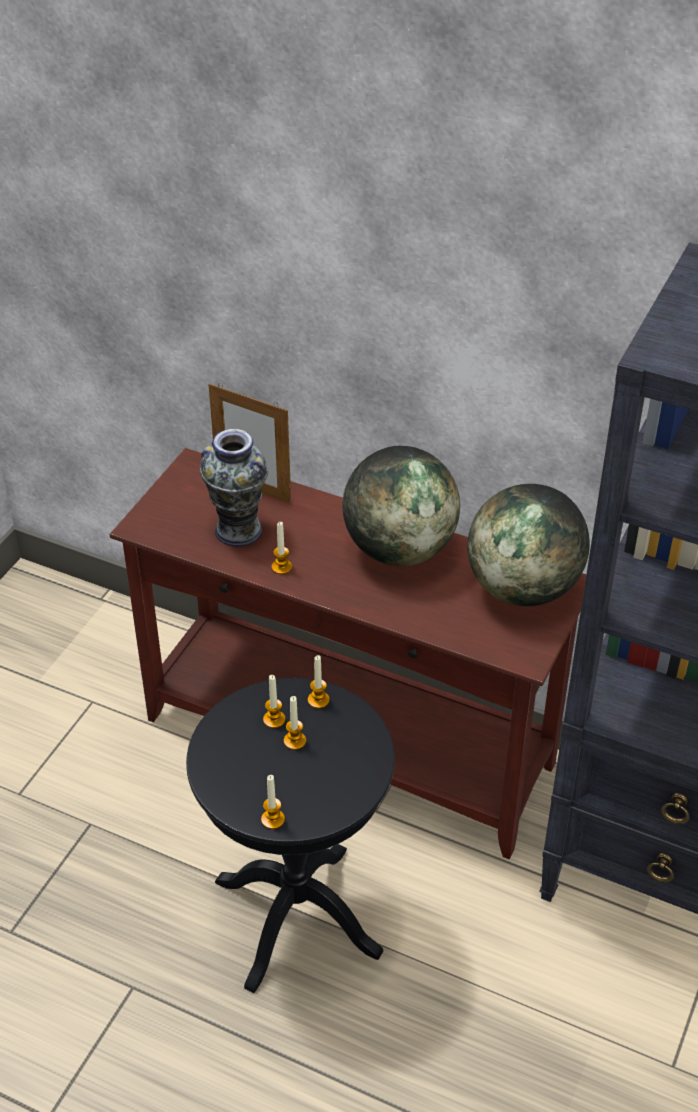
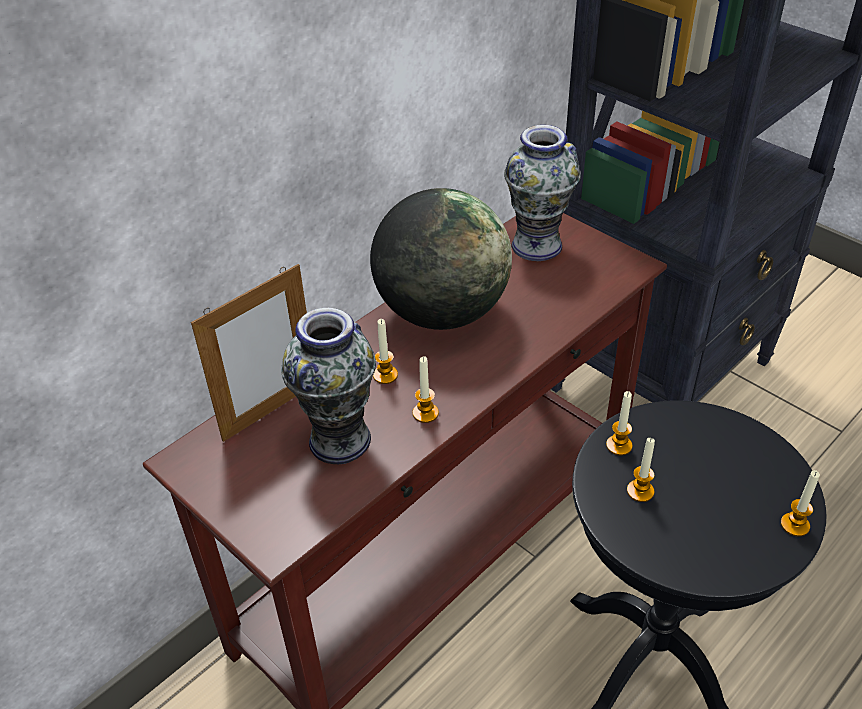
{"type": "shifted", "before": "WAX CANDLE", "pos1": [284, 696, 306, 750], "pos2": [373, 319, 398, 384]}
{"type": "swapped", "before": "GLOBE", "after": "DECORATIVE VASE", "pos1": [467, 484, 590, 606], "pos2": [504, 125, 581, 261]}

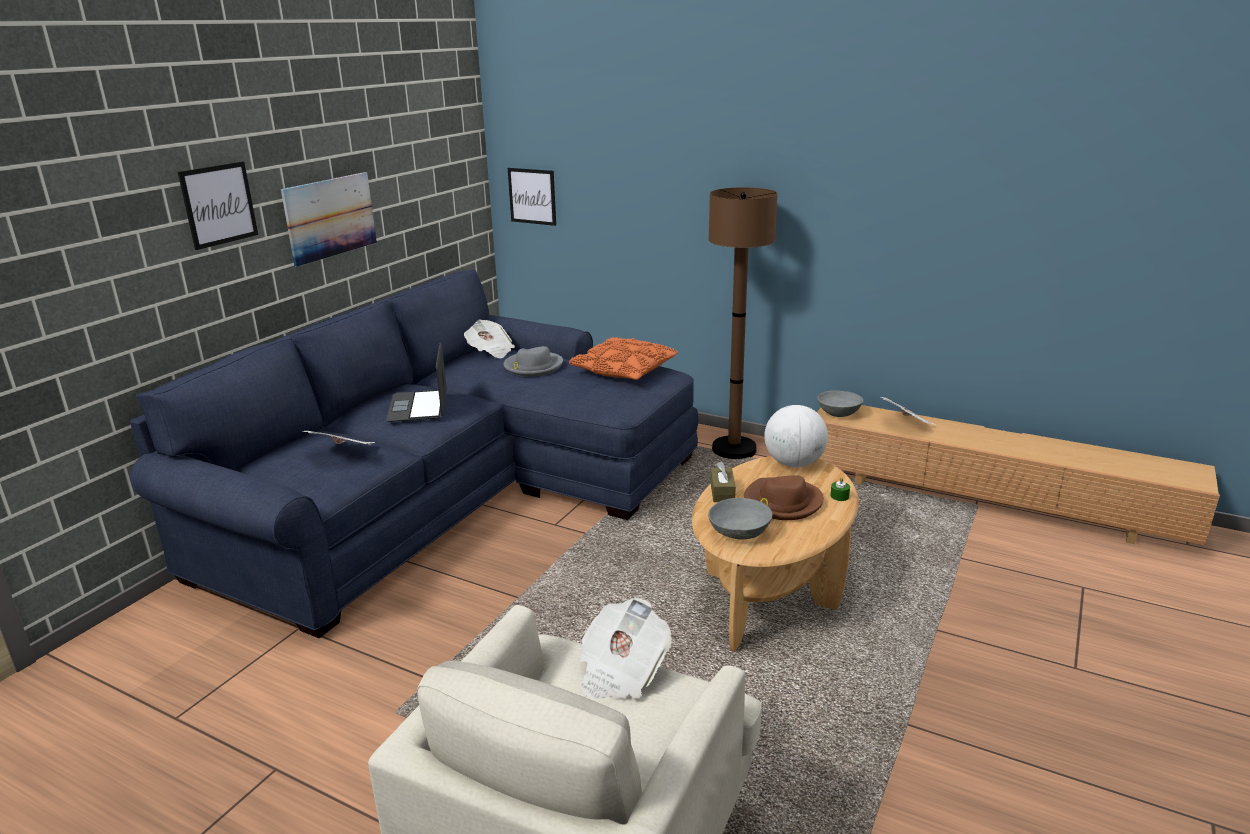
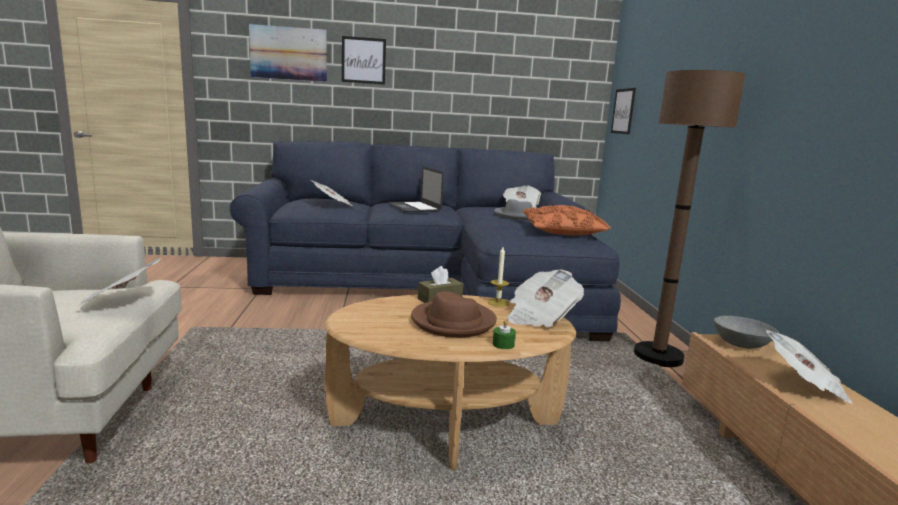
{"type": "shifted", "before": "WALL ART", "pos1": [281, 172, 377, 267], "pos2": [249, 24, 327, 82]}
{"type": "rotated", "before": "LAPTOP", "pos1": [386, 343, 447, 422], "pos2": [389, 167, 444, 212], "turn": -75}
{"type": "gone", "before": "GRAY SERVING BOWL", "pos1": [708, 498, 772, 539]}
{"type": "swapped", "before": "GLOBE", "after": "DAILY PAPER", "pos1": [764, 405, 828, 467], "pos2": [507, 270, 584, 327]}
{"type": "new", "after": "WAX CANDLE", "pos2": [488, 247, 509, 307]}

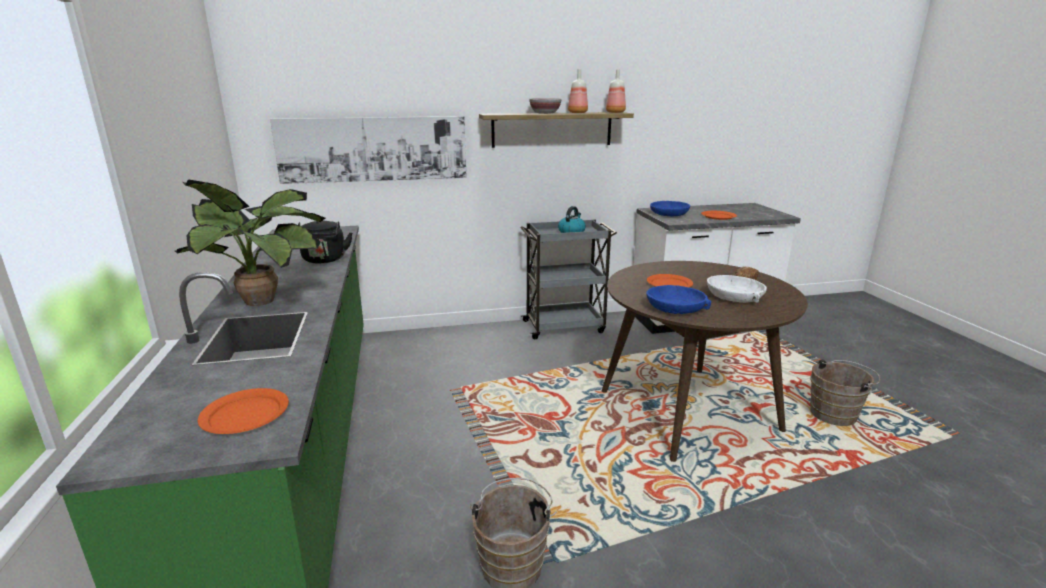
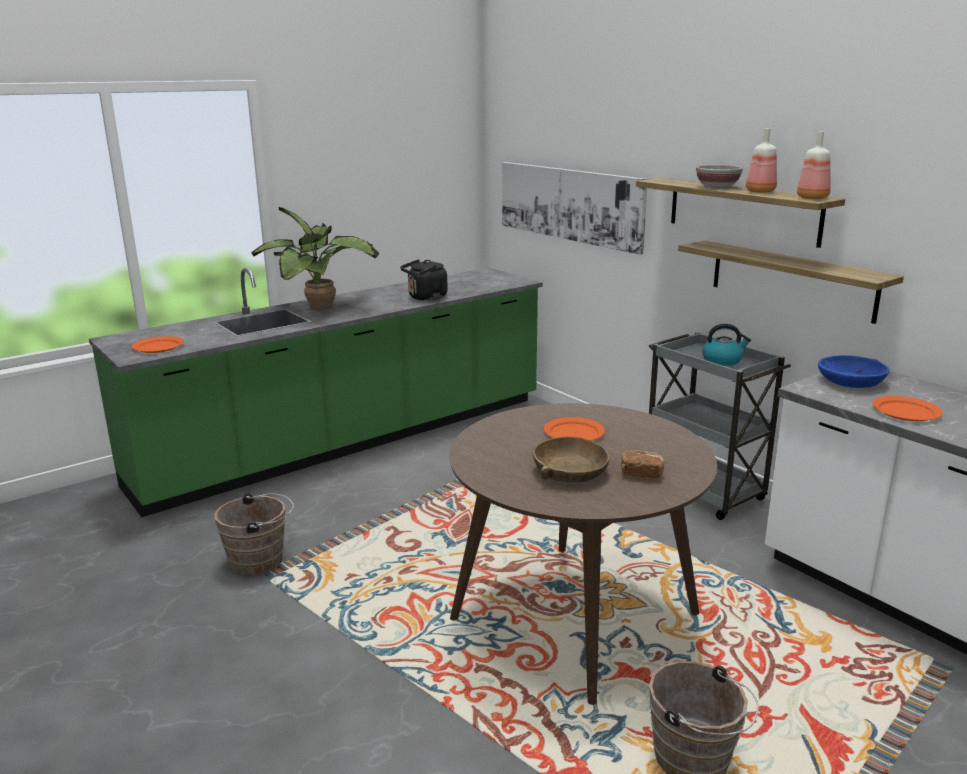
{"type": "gone", "before": "BLUE-COLOURED SERVING BOWL", "pos1": [646, 285, 711, 314]}
{"type": "repainted", "before": "WHITISH SERVING BOWL", "after": "BROWNISH SERVING BOWL", "pos1": [707, 275, 767, 303], "pos2": [533, 437, 610, 482]}
{"type": "new", "after": "SHELF", "pos2": [678, 240, 904, 324]}

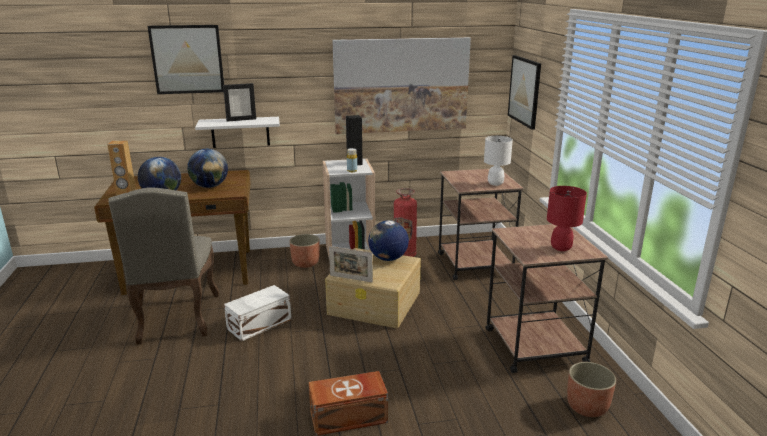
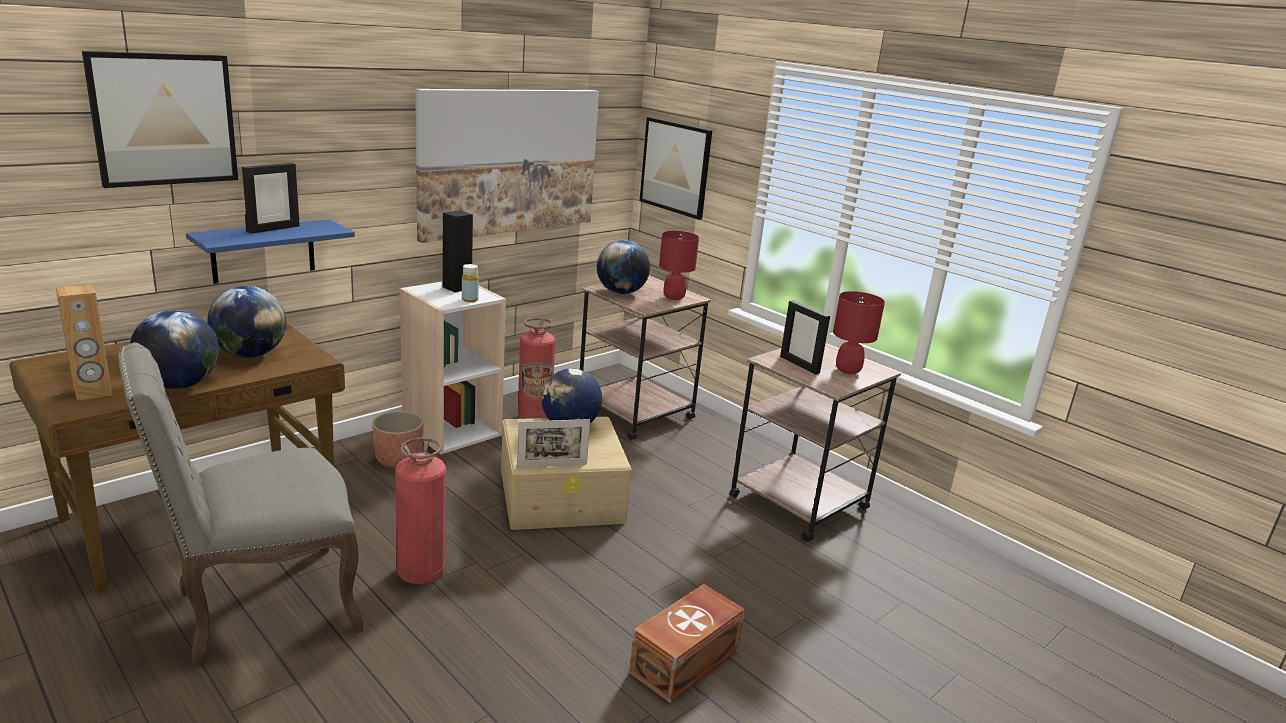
{"type": "rotated", "before": "GRAY PLAIN CHAIR", "pos1": [108, 187, 219, 345], "pos2": [118, 342, 363, 666], "turn": 105}
{"type": "repainted", "before": "WHITISH SHELF", "after": "BLUE-COLOURED SHELF", "pos1": [195, 117, 280, 148], "pos2": [186, 219, 355, 284]}
{"type": "swapped", "before": "WHITISH STORAGE BIN", "after": "FIRE EXTINGUISHER", "pos1": [224, 285, 291, 341], "pos2": [395, 438, 446, 584]}
{"type": "repainted", "before": "WHITISH LAMP FOR A TABLE", "after": "RED-COLOURED LAMP FOR A TABLE", "pos1": [484, 136, 513, 186], "pos2": [659, 231, 699, 300]}
{"type": "gone", "before": "FLOWER POT", "pos1": [567, 362, 616, 417]}
{"type": "new", "after": "GLOBE", "pos2": [597, 240, 650, 294]}
{"type": "new", "after": "PHOTO FRAME", "pos2": [780, 300, 830, 374]}

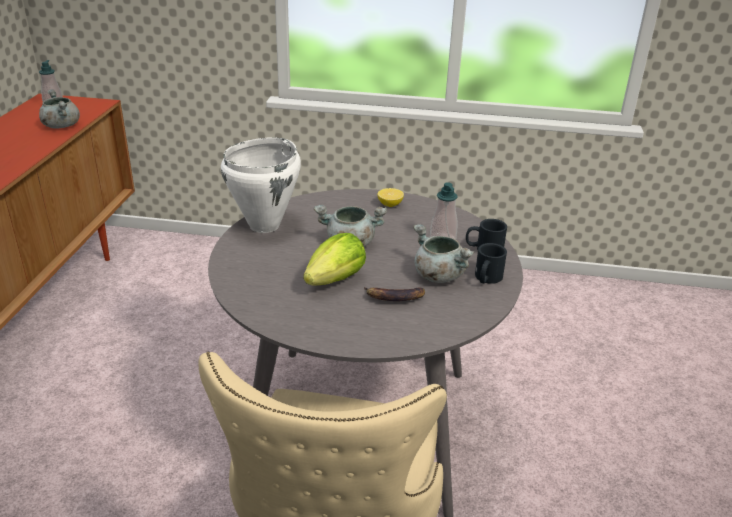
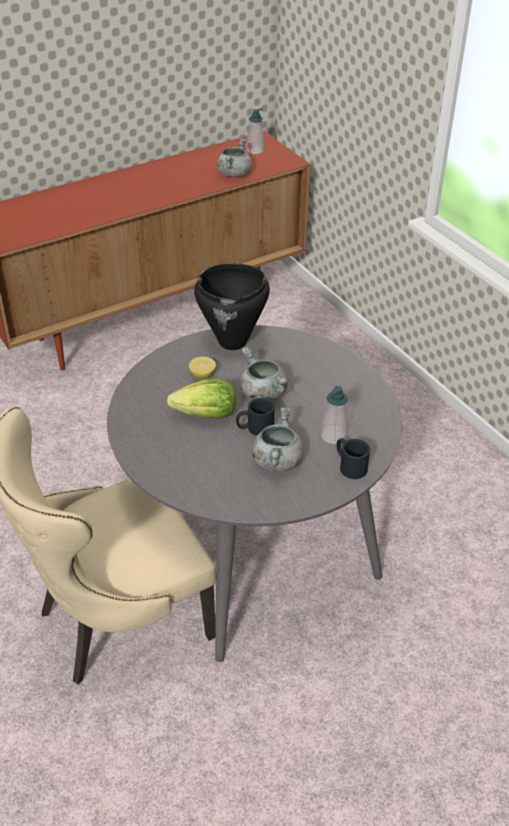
{"type": "repainted", "before": "WHITISH COOKING POT", "after": "BLACKISH COOKING POT", "pos1": [221, 137, 301, 233], "pos2": [194, 263, 270, 350]}
{"type": "gone", "before": "BANANA FRUIT", "pos1": [364, 287, 425, 301]}
{"type": "shifted", "before": "LEMON", "pos1": [378, 188, 404, 207], "pos2": [189, 357, 216, 378]}
{"type": "shifted", "before": "BLACKISH MUG", "pos1": [475, 243, 507, 284], "pos2": [236, 398, 275, 436]}

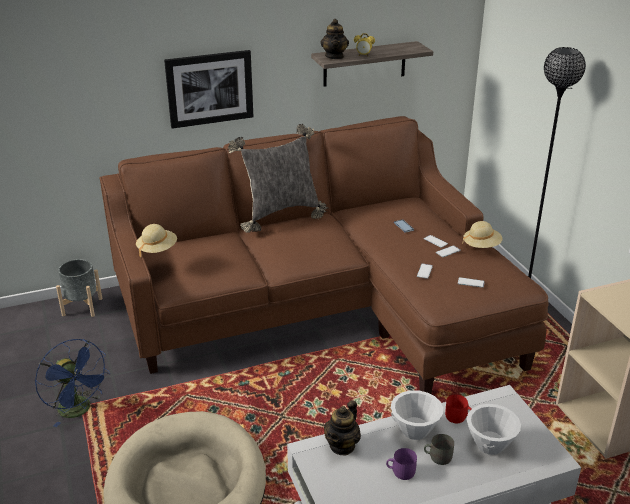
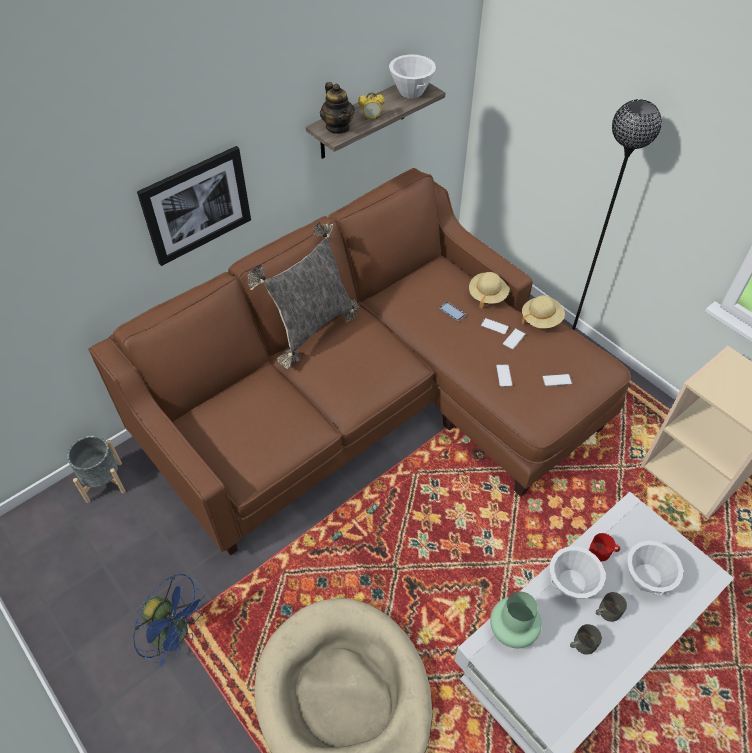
{"type": "shifted", "before": "BEIGE-COLOURED CLOTHING HAT", "pos1": [136, 224, 177, 257], "pos2": [469, 272, 510, 309]}
{"type": "swapped", "before": "TEA POT", "after": "GREEN-COLOURED DECORATIVE VASE", "pos1": [324, 400, 361, 455], "pos2": [490, 592, 542, 648]}
{"type": "repainted", "before": "PURPLISH MUG", "after": "GRAY MUG", "pos1": [386, 448, 417, 480], "pos2": [570, 624, 602, 655]}
{"type": "new", "after": "WHITISH SERVING BOWL", "pos2": [389, 54, 436, 98]}

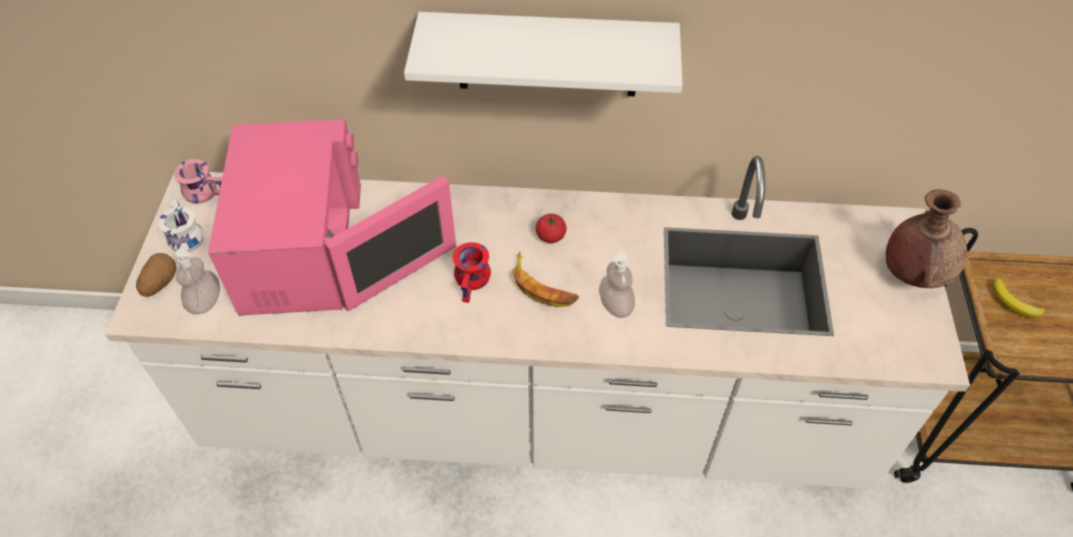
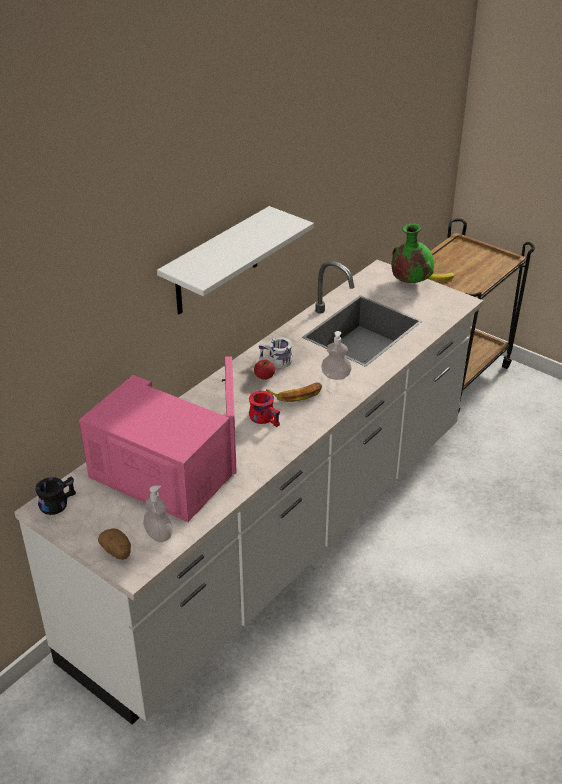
{"type": "shifted", "before": "WHITISH MUG", "pos1": [158, 200, 204, 252], "pos2": [259, 337, 293, 368]}
{"type": "repainted", "before": "PINKISH MUG", "after": "BLACKISH MUG", "pos1": [174, 159, 222, 204], "pos2": [35, 477, 76, 515]}
{"type": "repainted", "before": "BROWNISH DECORATIVE VASE", "after": "GREEN-COLOURED DECORATIVE VASE", "pos1": [886, 190, 967, 288], "pos2": [392, 224, 434, 283]}

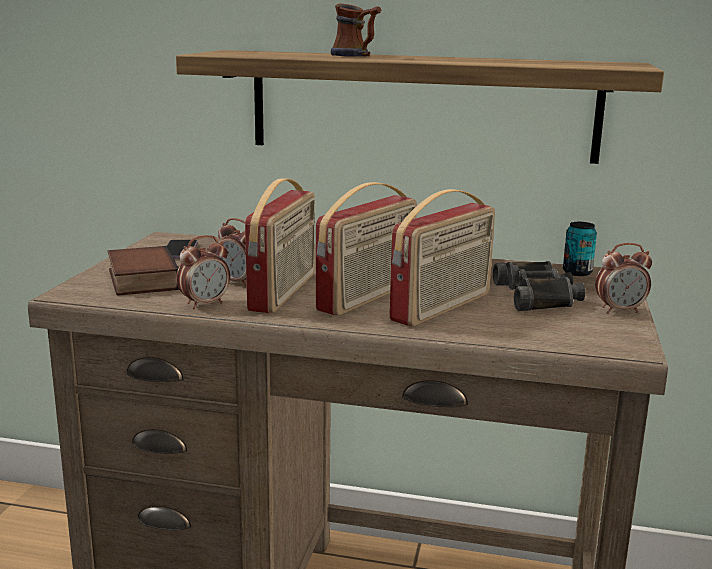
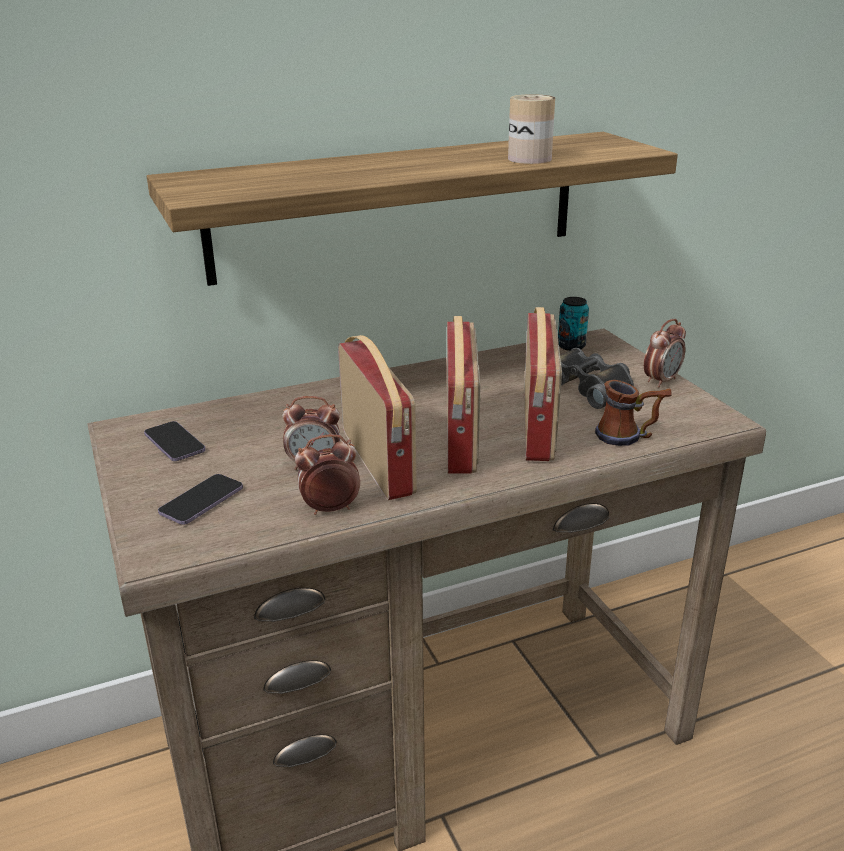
{"type": "swapped", "before": "BOUND BOOK", "after": "PHONE", "pos1": [108, 246, 179, 296], "pos2": [158, 474, 243, 525]}
{"type": "rotated", "before": "TABLE CLOCK", "pos1": [177, 235, 230, 309], "pos2": [295, 434, 360, 515], "turn": -120}
{"type": "shifted", "before": "MUG", "pos1": [331, 4, 381, 56], "pos2": [595, 380, 672, 446]}
{"type": "new", "after": "CAN", "pos2": [508, 94, 555, 164]}

